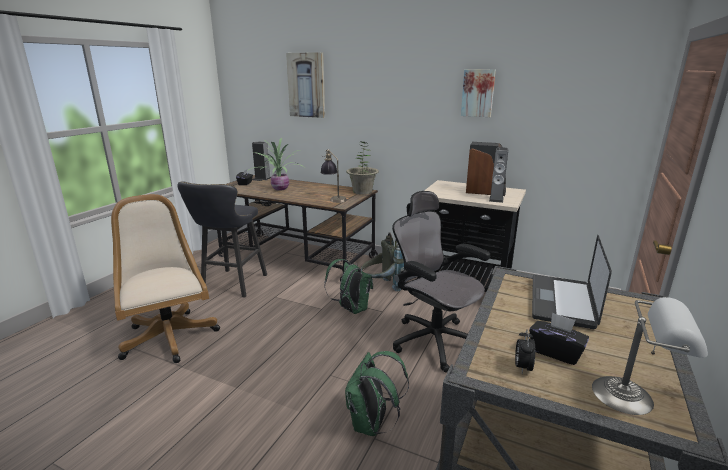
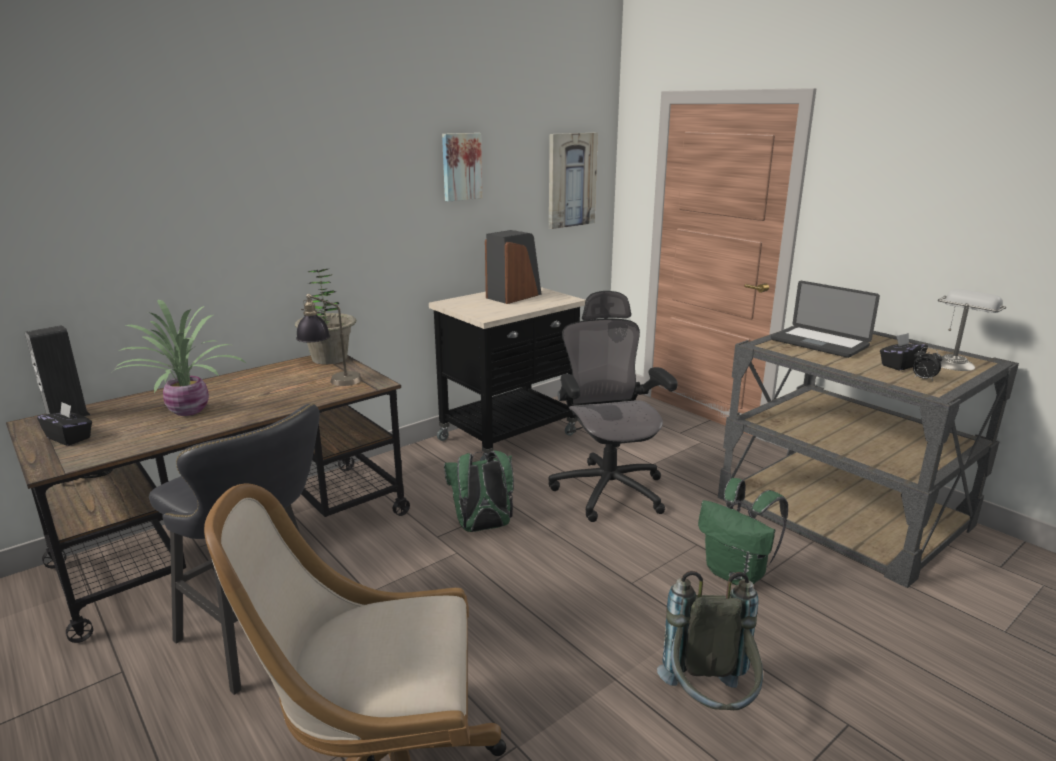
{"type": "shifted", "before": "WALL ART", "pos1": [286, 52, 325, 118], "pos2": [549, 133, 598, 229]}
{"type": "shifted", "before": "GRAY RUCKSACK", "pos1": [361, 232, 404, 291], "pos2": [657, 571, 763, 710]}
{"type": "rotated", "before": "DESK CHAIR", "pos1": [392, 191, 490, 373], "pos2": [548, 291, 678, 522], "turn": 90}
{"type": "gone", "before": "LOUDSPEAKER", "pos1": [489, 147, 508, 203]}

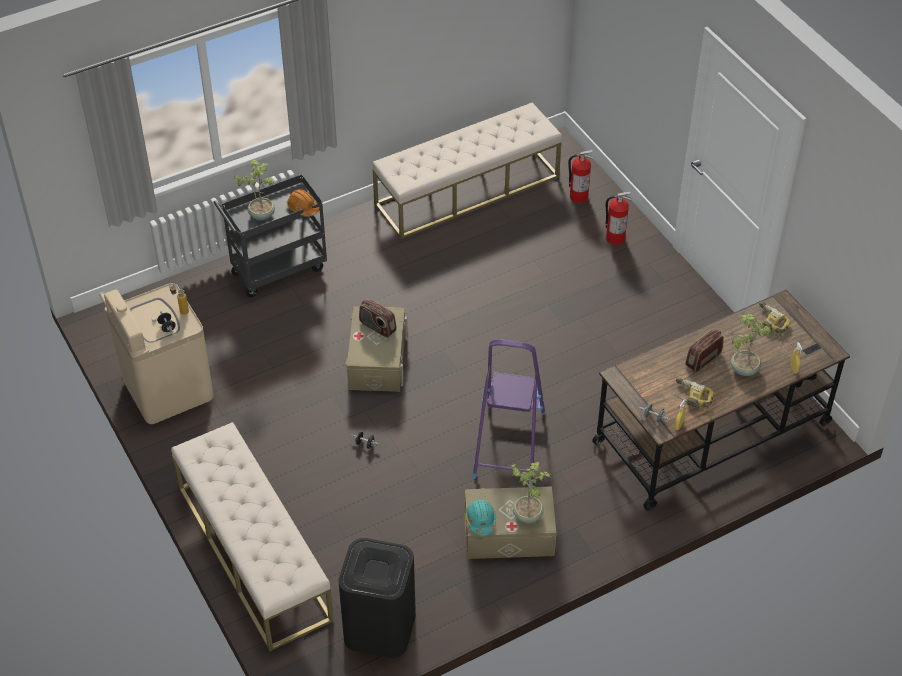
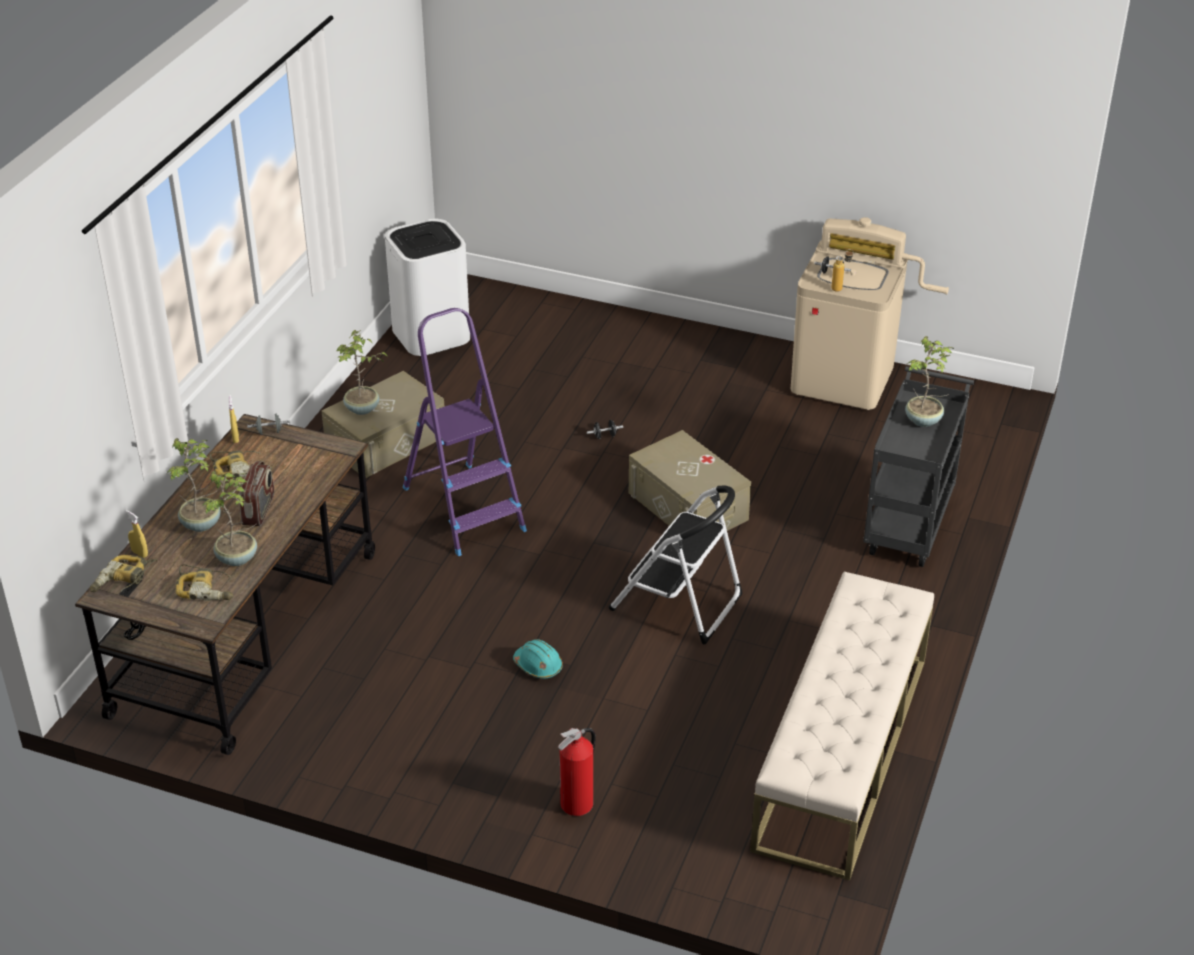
{"type": "gone", "before": "BEIGE-COLOURED LONG SEAT", "pos1": [171, 422, 334, 651]}
{"type": "gone", "before": "ORANGEY HARD HAT", "pos1": [287, 189, 319, 217]}
{"type": "repainted", "before": "BLACKISH WASTE BIN", "after": "WHITISH WASTE BIN", "pos1": [339, 538, 416, 658], "pos2": [385, 218, 470, 356]}
{"type": "gone", "before": "RADIO", "pos1": [359, 299, 397, 338]}
{"type": "shifted", "before": "TURQUOISE-COLOURED HARD HAT", "pos1": [466, 500, 496, 536], "pos2": [513, 639, 563, 679]}
{"type": "gone", "before": "FIRE EXTINGUISHER", "pos1": [568, 150, 594, 203]}
{"type": "new", "after": "DRILL", "pos2": [90, 555, 158, 592]}
{"type": "new", "after": "HOUSEPLANT", "pos2": [202, 471, 257, 566]}
{"type": "new", "after": "STEP STOOL", "pos2": [609, 486, 743, 644]}

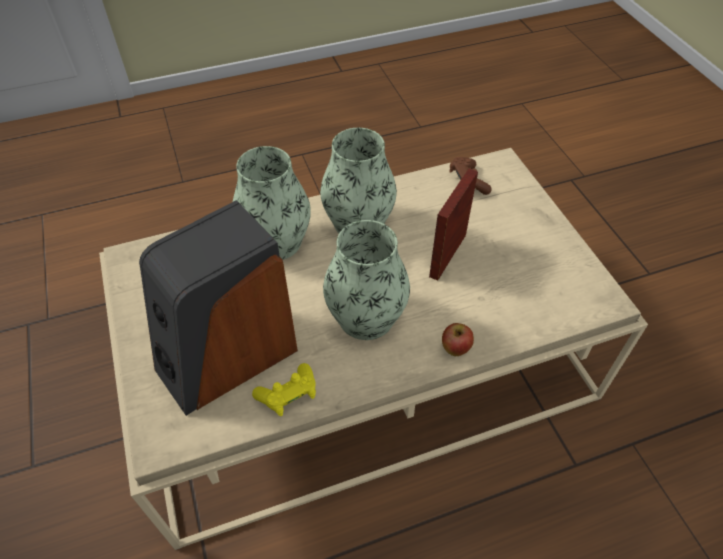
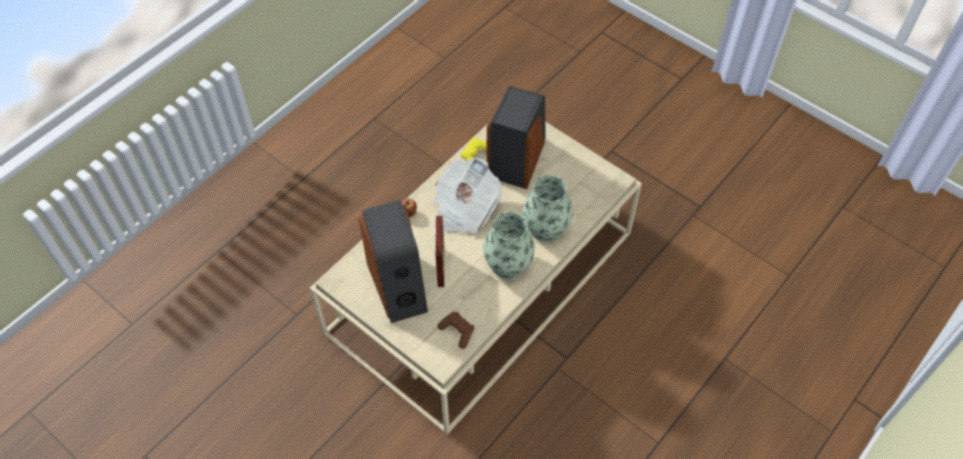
{"type": "swapped", "before": "DECORATIVE VASE", "after": "DAILY PAPER", "pos1": [323, 220, 410, 340], "pos2": [433, 158, 502, 235]}
{"type": "new", "after": "LOUDSPEAKER", "pos2": [359, 200, 428, 323]}

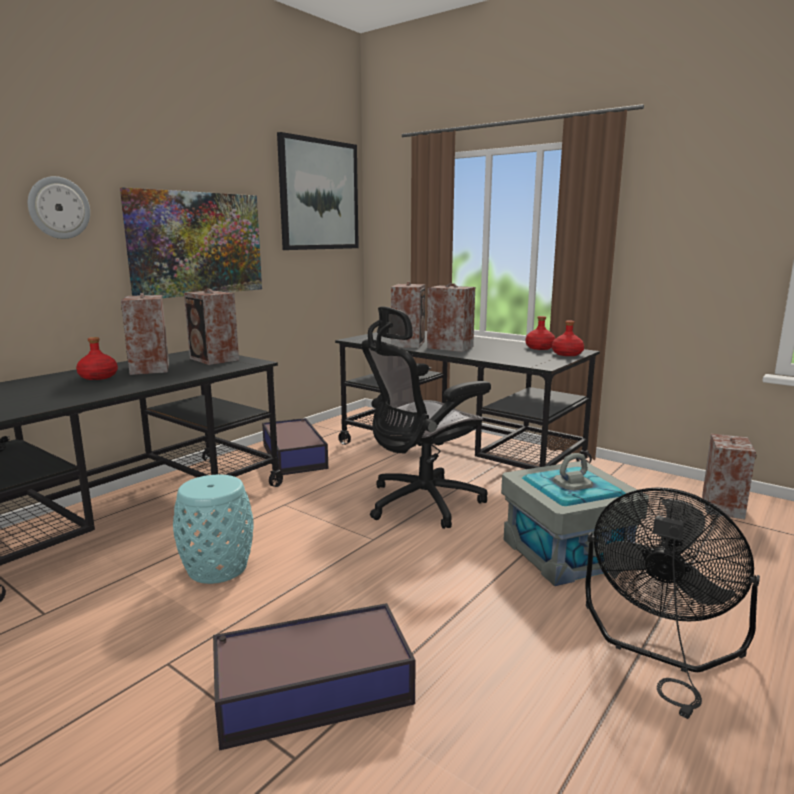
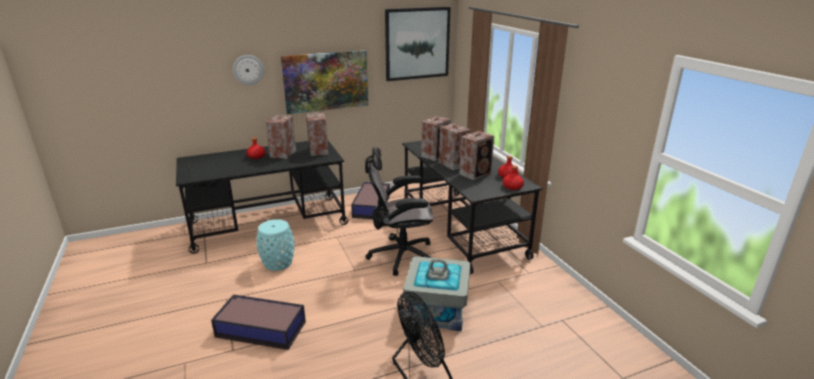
{"type": "shifted", "before": "LOUDSPEAKER", "pos1": [702, 434, 757, 519], "pos2": [459, 131, 494, 180]}

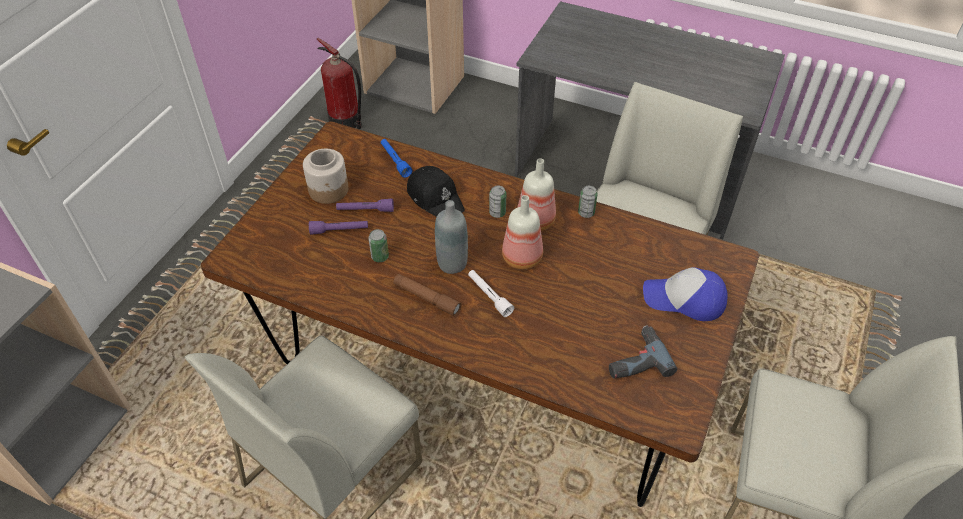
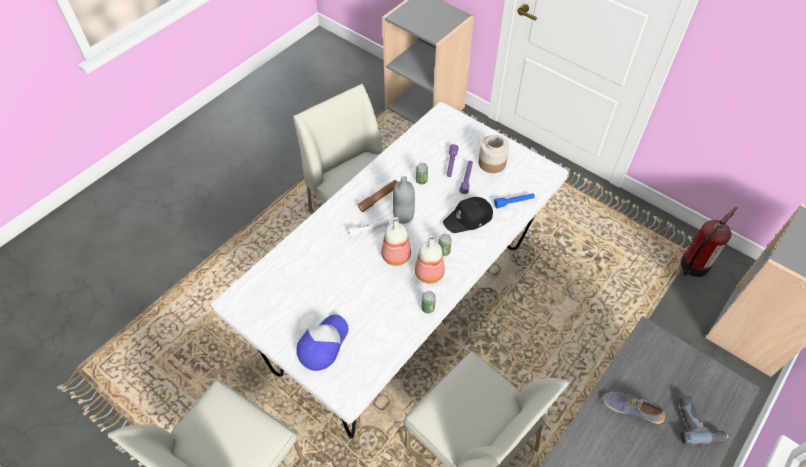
{"type": "repainted", "before": "BROWNISH DINNER TABLE", "after": "WHITISH DINNER TABLE", "pos1": [201, 121, 759, 507], "pos2": [211, 102, 568, 439]}
{"type": "shifted", "before": "DRILL", "pos1": [609, 325, 677, 378], "pos2": [679, 395, 729, 444]}
{"type": "new", "after": "SHOE", "pos2": [603, 392, 665, 424]}

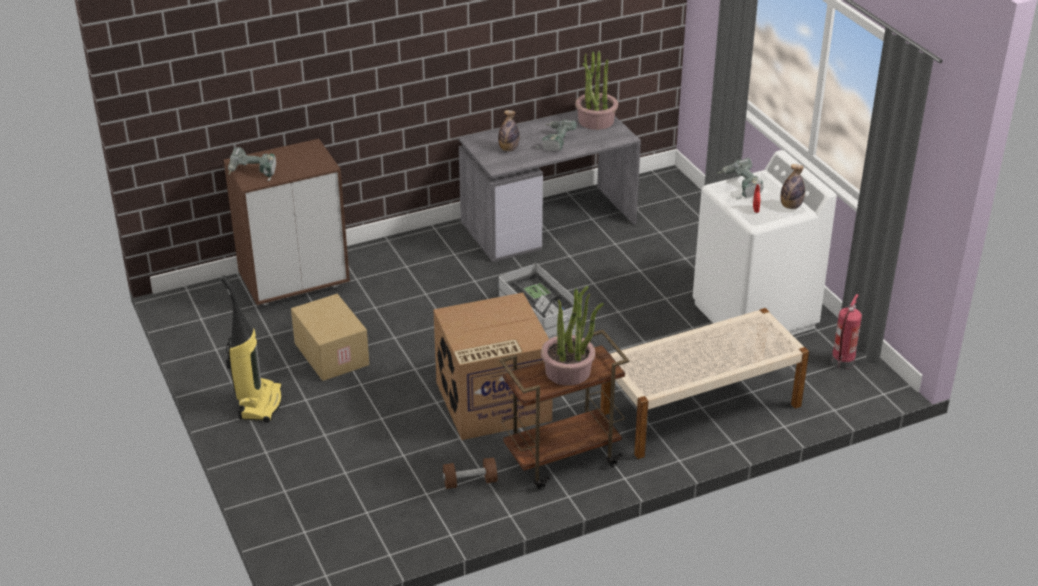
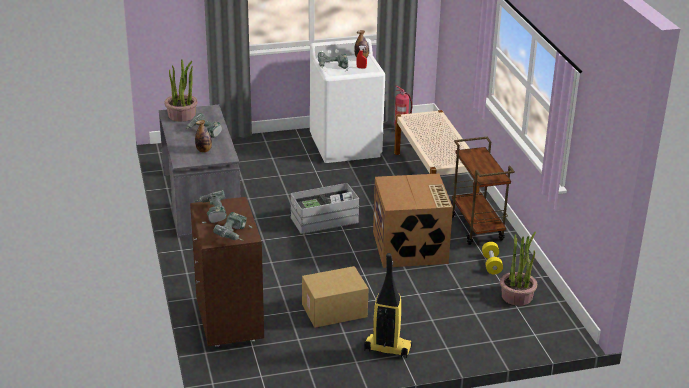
{"type": "repainted", "before": "BROWNISH FREE WEIGHT", "after": "YELLOWISH FREE WEIGHT", "pos1": [443, 457, 497, 489], "pos2": [482, 242, 503, 274]}
{"type": "shifted", "before": "HOUSEPLANT", "pos1": [541, 286, 603, 386], "pos2": [500, 232, 537, 306]}
{"type": "new", "after": "DRILL", "pos2": [195, 190, 227, 224]}

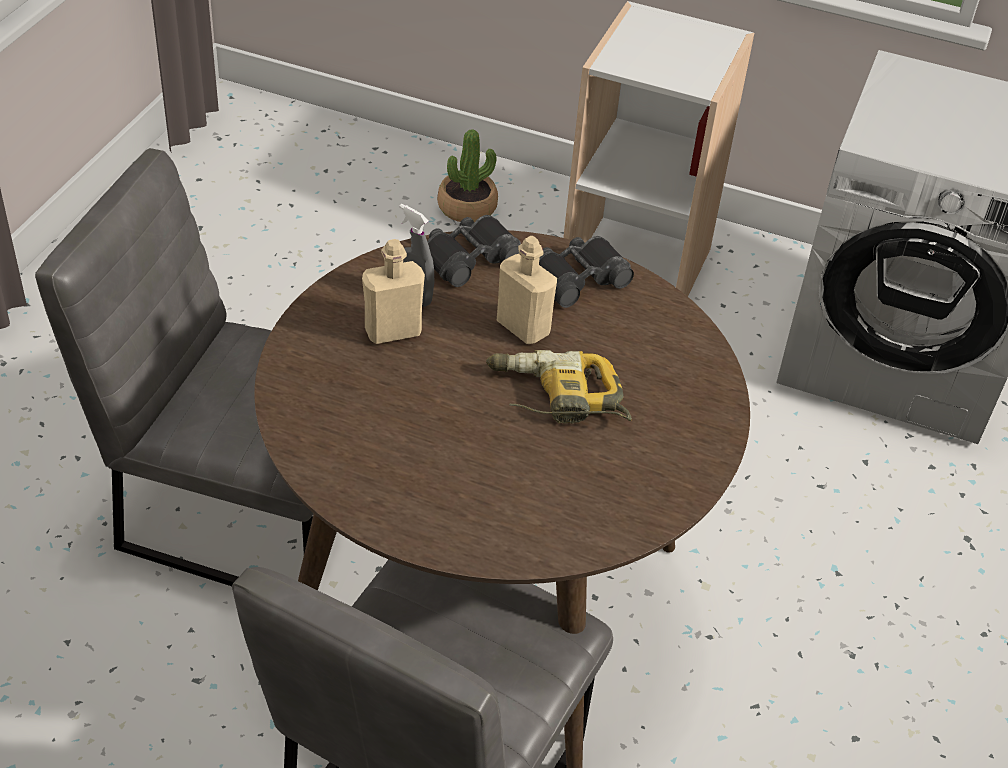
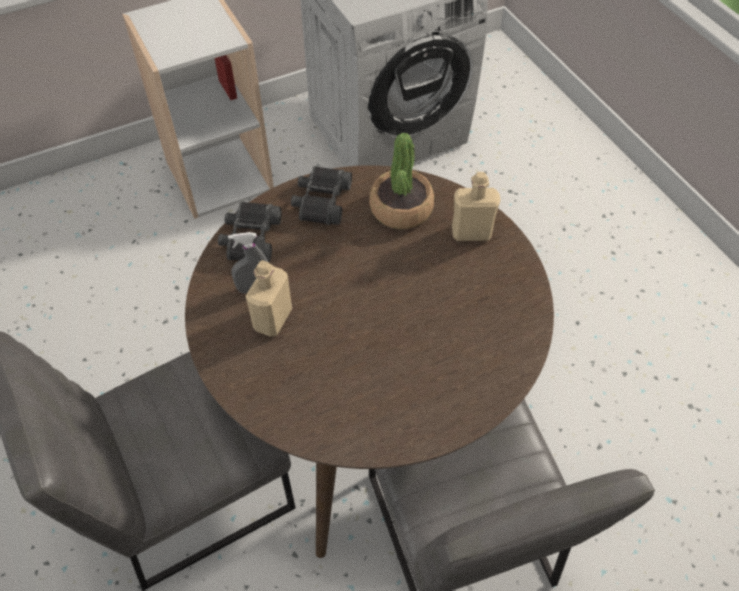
{"type": "shifted", "before": "HOUSEPLANT", "pos1": [437, 129, 498, 222], "pos2": [369, 133, 434, 229]}
{"type": "gone", "before": "DRILL", "pos1": [486, 350, 632, 424]}
{"type": "shifted", "before": "BEIGE-COLOURED BOTTLE", "pos1": [497, 236, 557, 344], "pos2": [452, 172, 501, 241]}

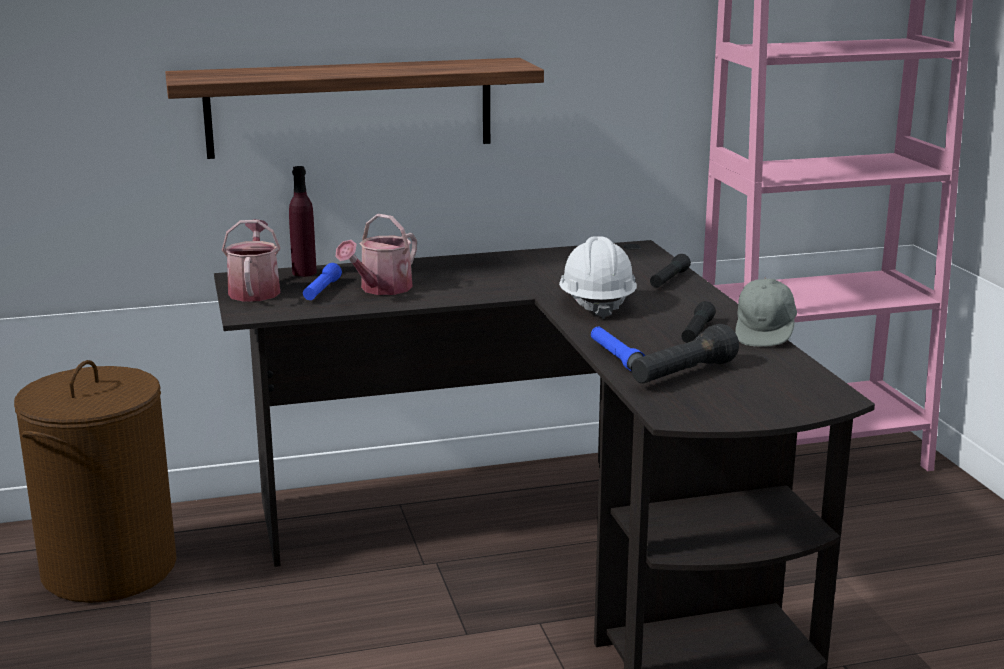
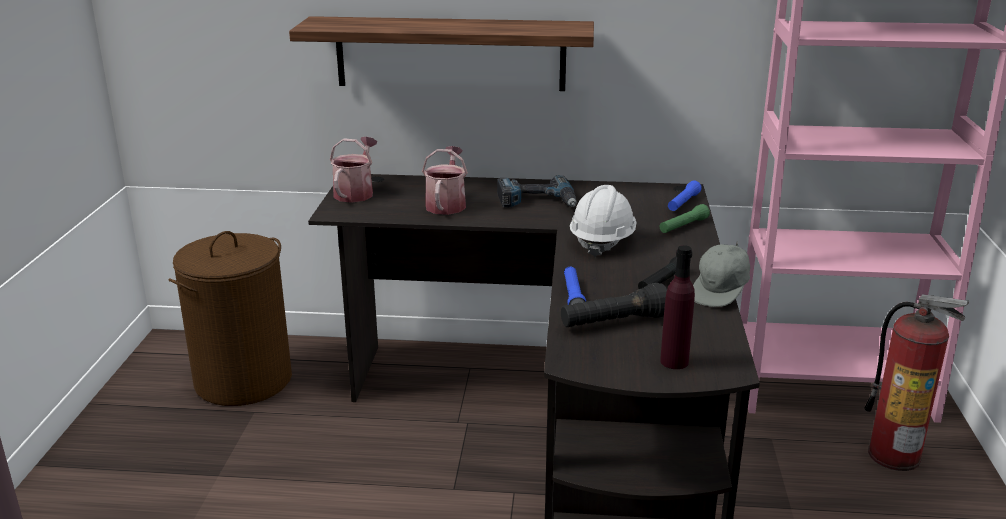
{"type": "shifted", "before": "PURPLISH BOTTLE", "pos1": [289, 166, 317, 277], "pos2": [660, 245, 695, 369]}
{"type": "shifted", "before": "BLUE-COLOURED FLASHLIGHT", "pos1": [303, 263, 342, 300], "pos2": [668, 180, 702, 211]}
{"type": "rotated", "before": "WATERING POT", "pos1": [336, 214, 417, 295], "pos2": [422, 146, 468, 215], "turn": 135}
{"type": "repainted", "before": "BLACKISH FLASHLIGHT", "after": "GREEN-COLOURED FLASHLIGHT", "pos1": [650, 254, 691, 288], "pos2": [660, 204, 710, 233]}
{"type": "new", "after": "DRILL", "pos2": [497, 175, 577, 208]}
{"type": "new", "after": "FIRE EXTINGUISHER", "pos2": [864, 294, 969, 471]}

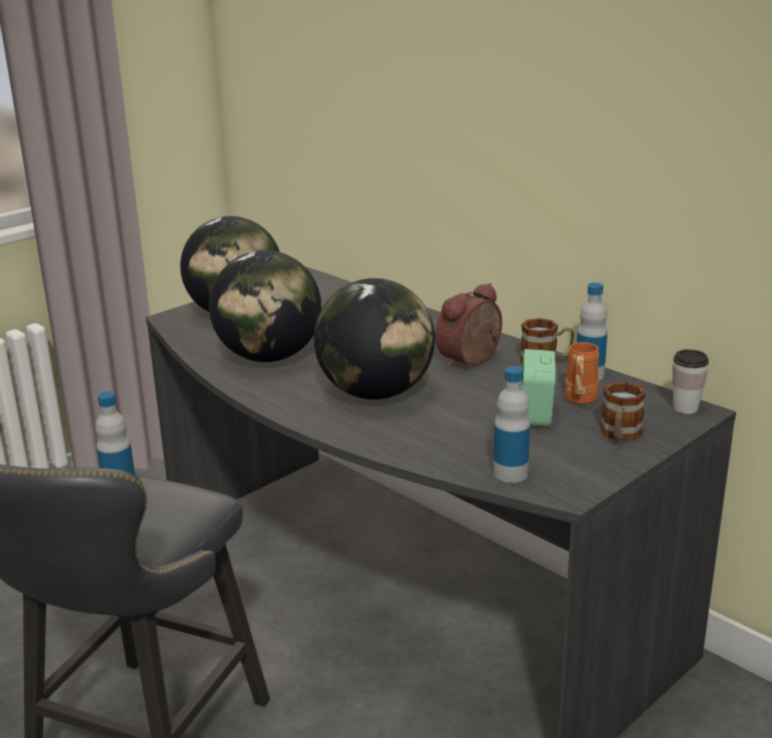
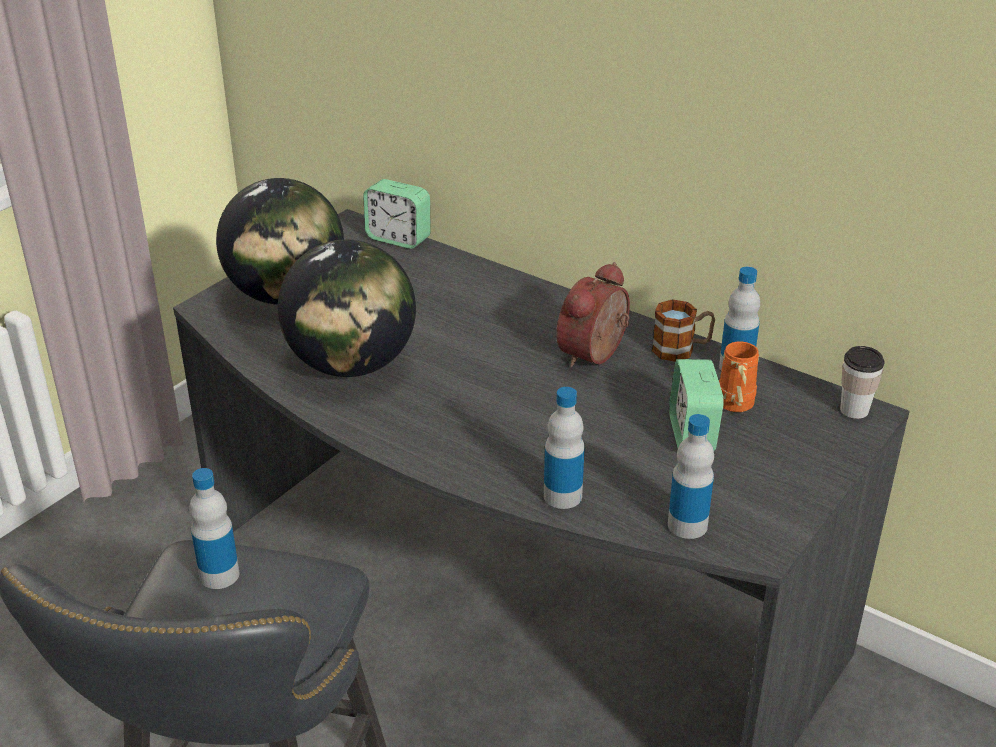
{"type": "gone", "before": "GLOBE", "pos1": [314, 278, 435, 400]}
{"type": "gone", "before": "MUG", "pos1": [600, 382, 646, 441]}
{"type": "new", "after": "TABLE CLOCK", "pos2": [363, 179, 431, 249]}
{"type": "new", "after": "BOTTLE", "pos2": [544, 387, 585, 509]}

